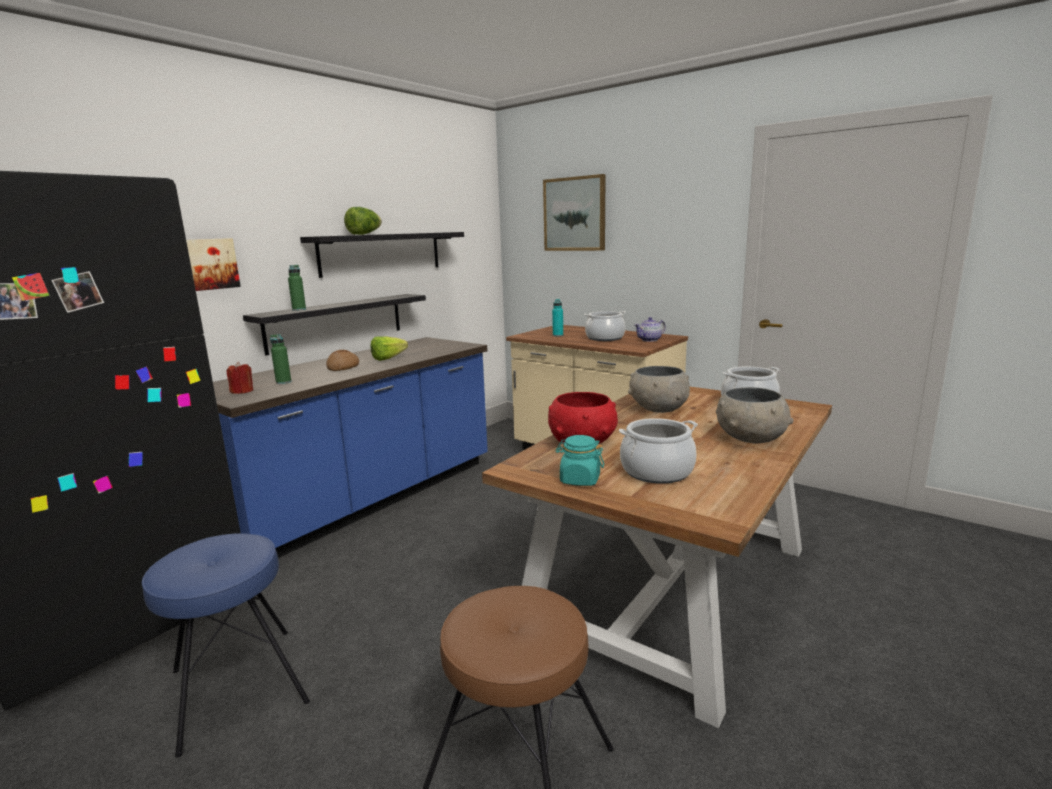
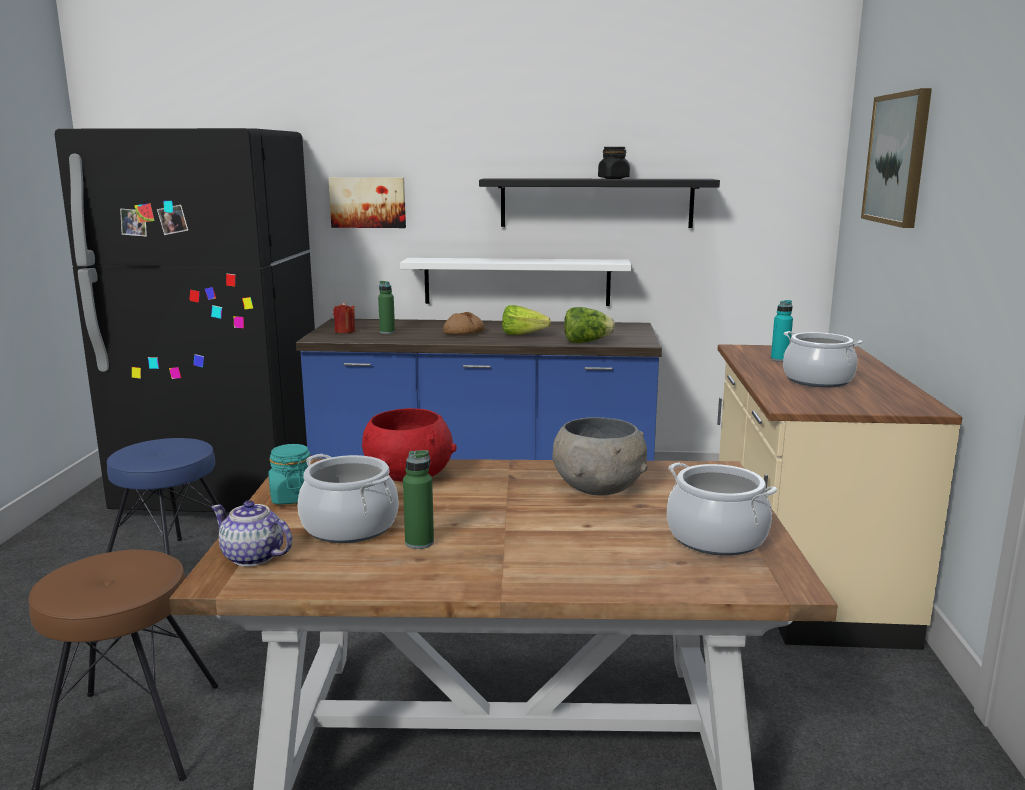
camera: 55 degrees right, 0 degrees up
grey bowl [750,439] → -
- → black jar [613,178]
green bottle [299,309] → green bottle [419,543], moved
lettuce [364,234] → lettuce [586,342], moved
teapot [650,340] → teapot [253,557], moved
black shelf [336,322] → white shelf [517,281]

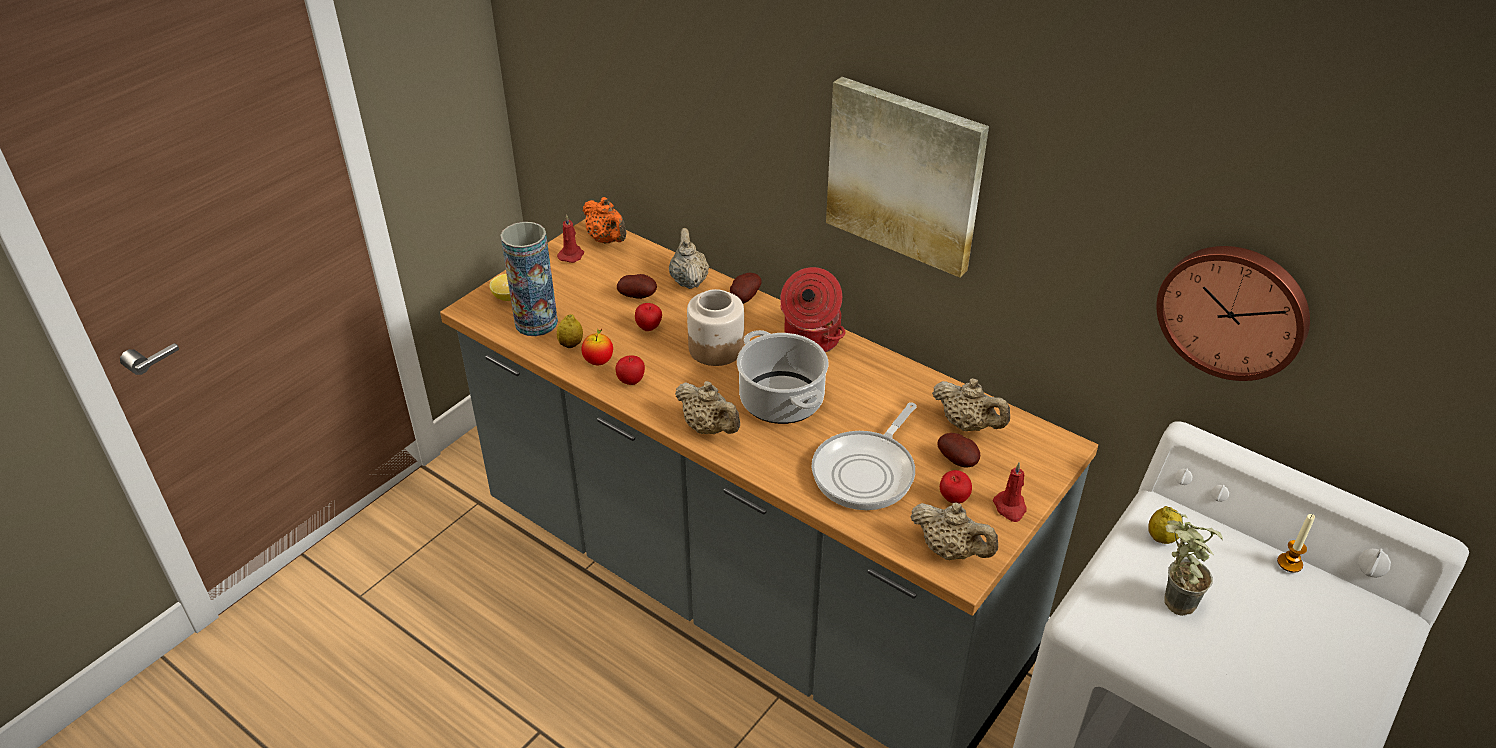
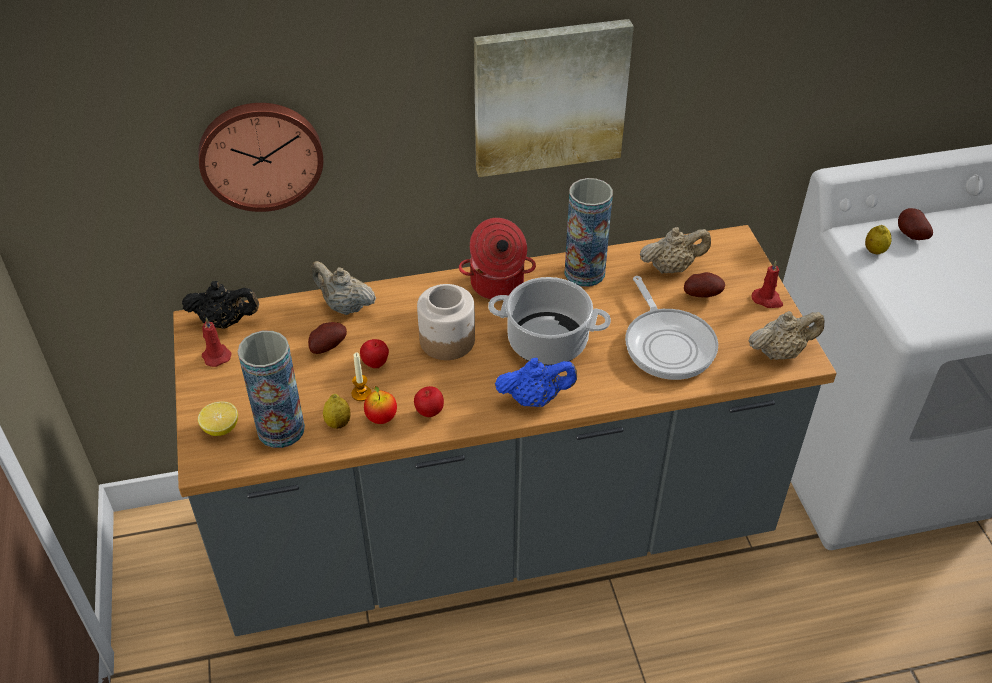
camera: 50 degrees left, 5 degrees up
apple [953,499] → -
potted plant [1169,600] → -
- → vase [584,272]
potato [743,298] → potato [909,235], moved
wall clock [1234,310] → wall clock [260,154], moved
candle [1289,563] → candle [361,394], moved
orange teapot [607,240] → black teapot [225,322]
beige teapot [709,428] → blue teapot [535,399]

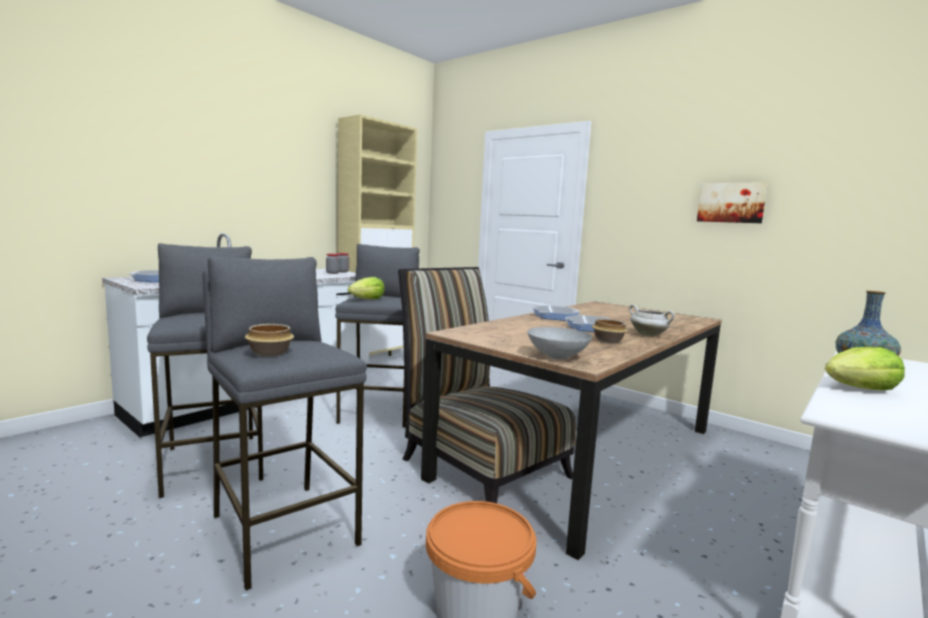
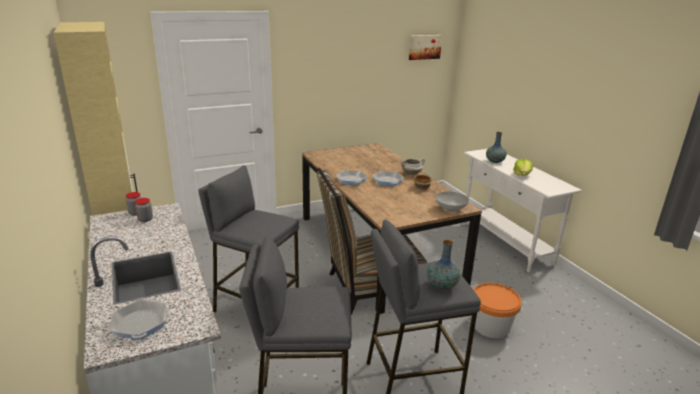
camera: 65 degrees left, 15 degrees up
lettuce [367,299] → -
picture [731,203] → picture [424,47], moved
bowl [269,353] → vase [441,285]

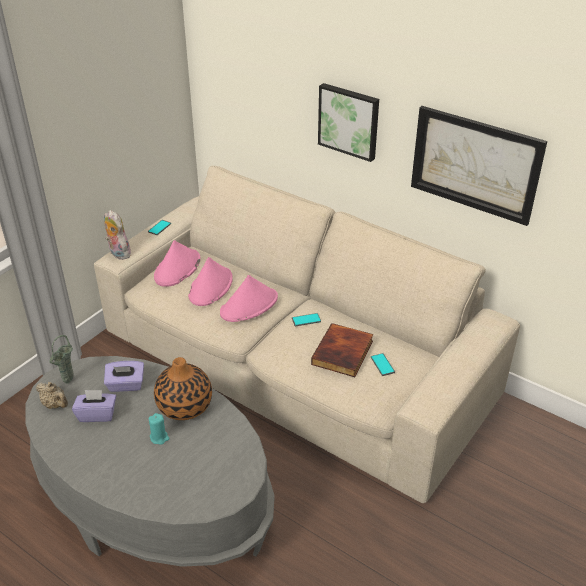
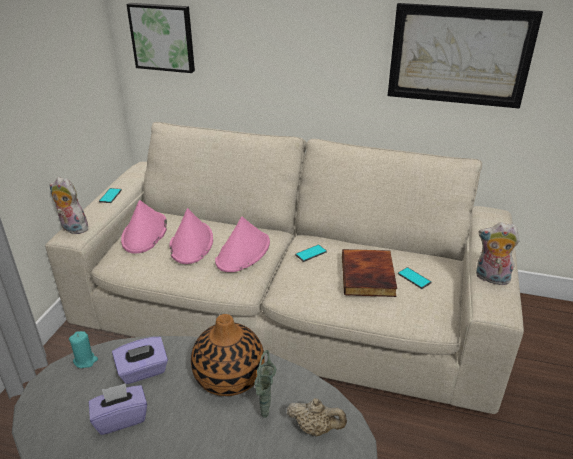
camera: 20 degrees left, 5 degrees down
- → plush toy [491,278]
beige teapot [55,405] → beige teapot [316,428], moved
green vase [68,382] → green vase [265,415], moved
turquoise candle [159,437] → turquoise candle [85,360], moved
picture [349,121] → picture [163,37], moved

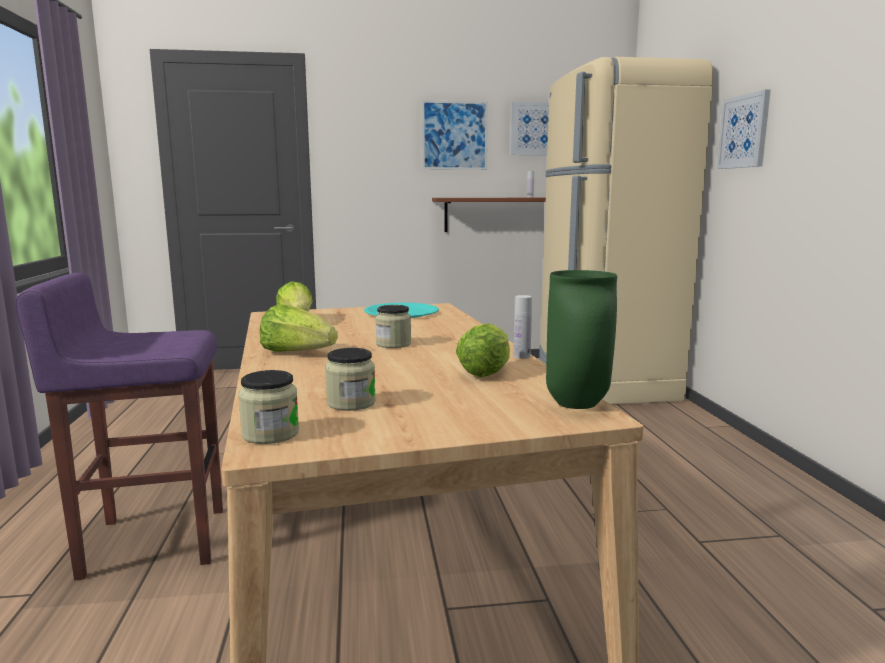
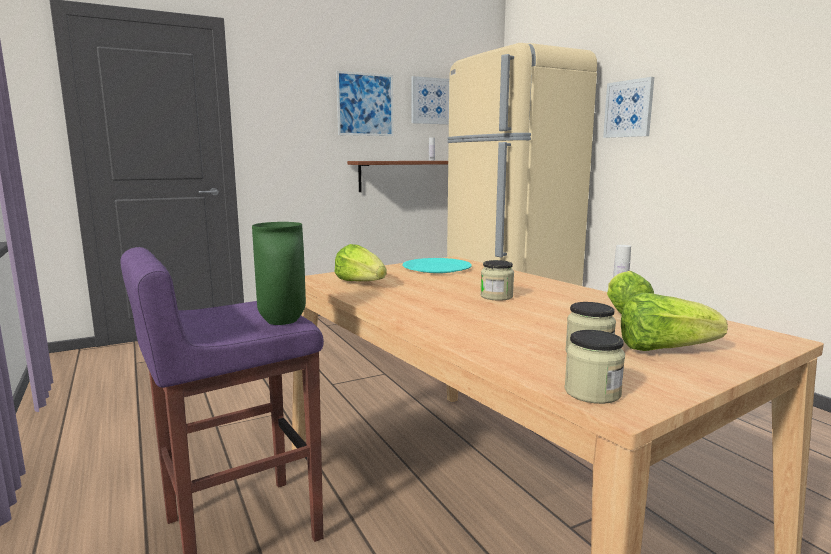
camera: 20 degrees left, 0 degrees up
lettuce [297,353] → lettuce [663,349], moved
green vase [579,404] → green vase [284,321], moved

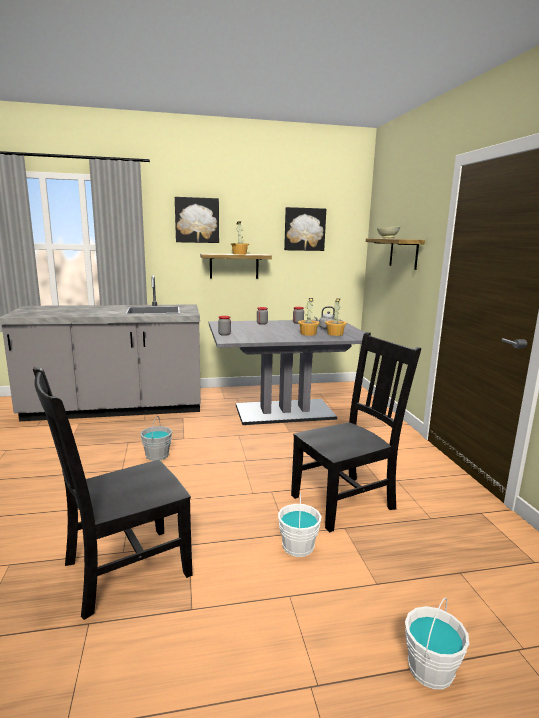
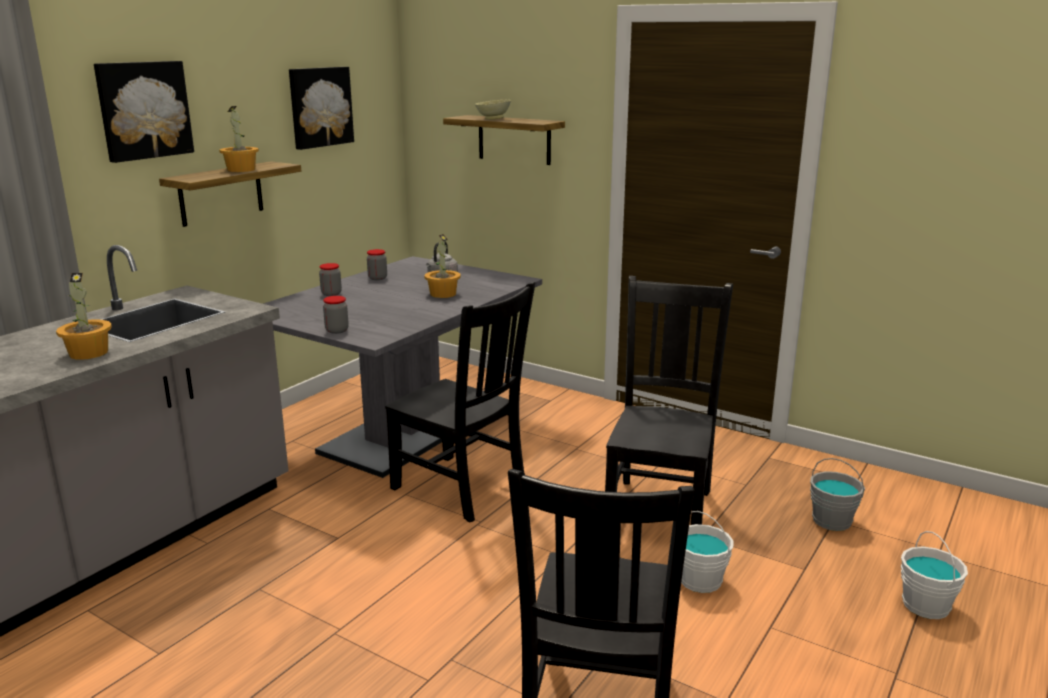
camera: 45 degrees left, 5 degrees up
- → black chair [462,489]
grey bucket [157,455] → grey bucket [832,520], moved
potted plant [335,334] → potted plant [89,353], moved

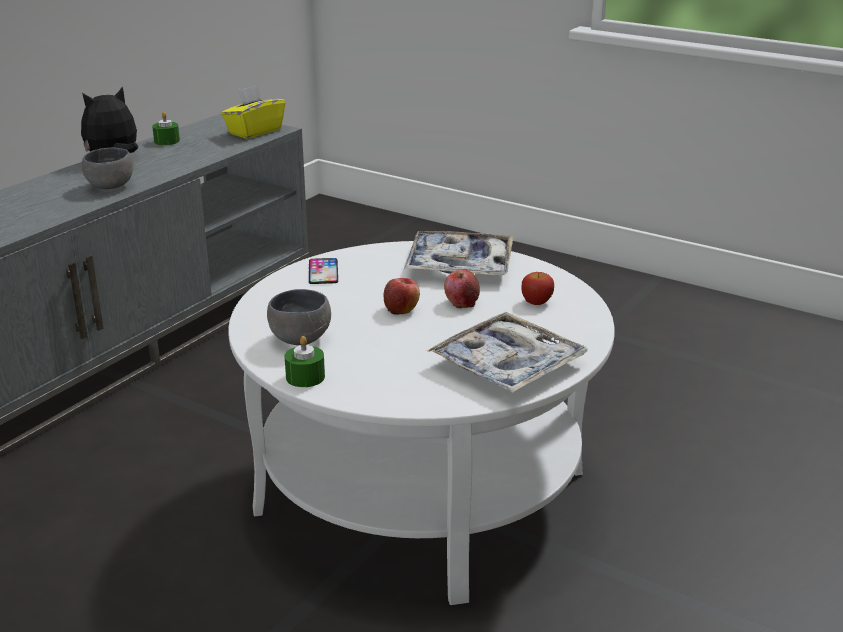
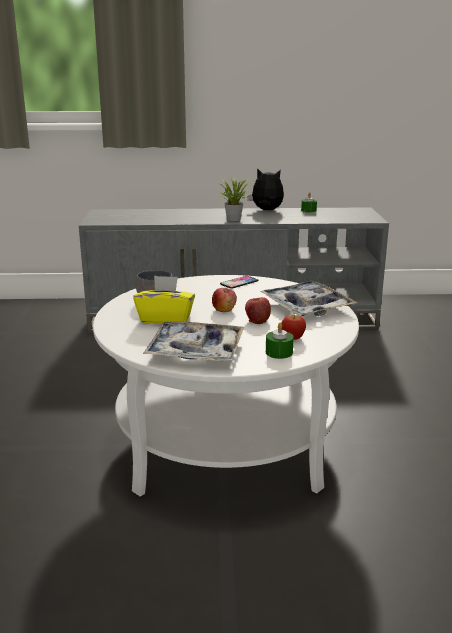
camera: 55 degrees right, 5 degrees down
yellow tissue box [254,131] → yellow tissue box [166,319], moved
green candle [305,377] → green candle [279,352], moved
grey bowl [109,187] → potted plant [234,219]

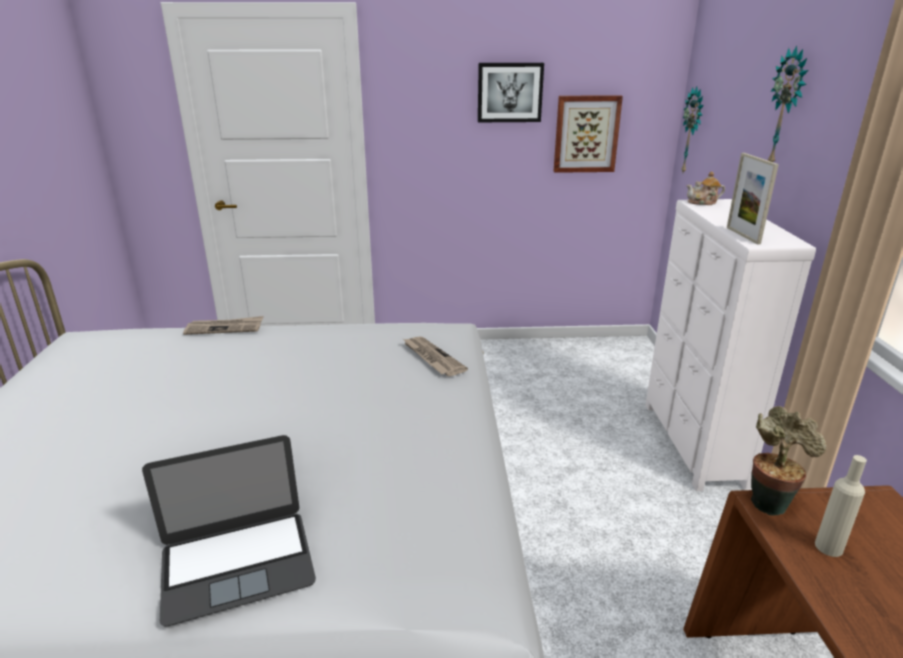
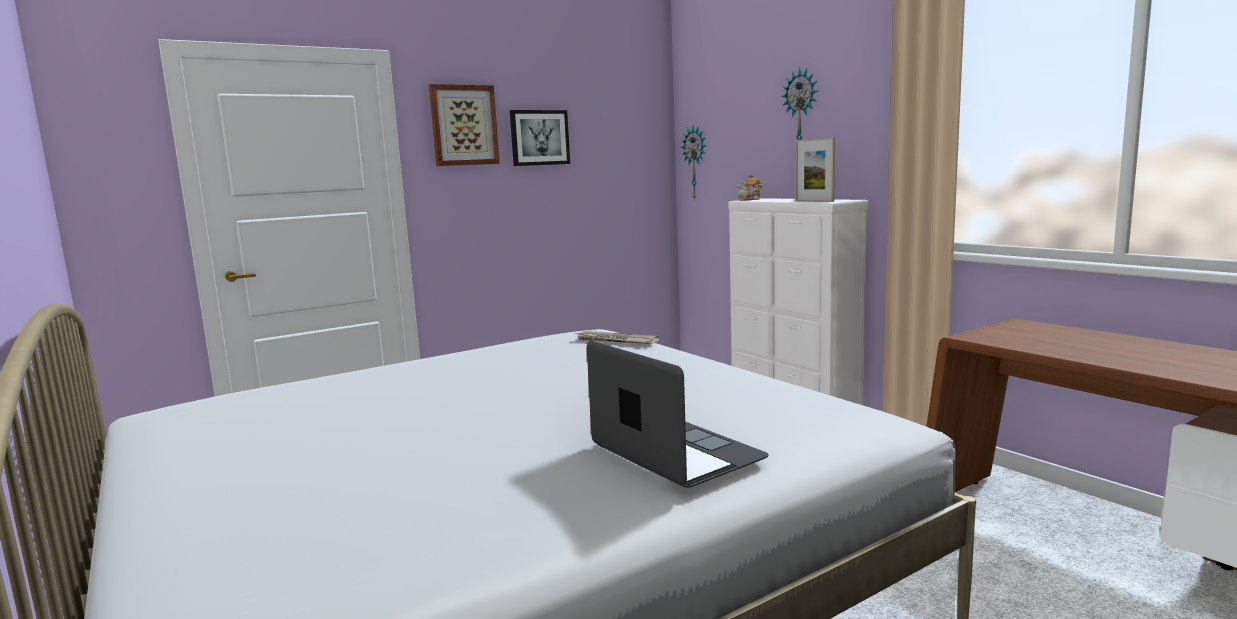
camera: 30 degrees left, 15 degrees down
newspaper [225,328] → -
potted plant [769,501] → -
beige bottle [828,547] → -
picture [586,134] → picture [464,125], moved
laptop [237,564] → laptop [676,452], 75 degrees counterclockwise

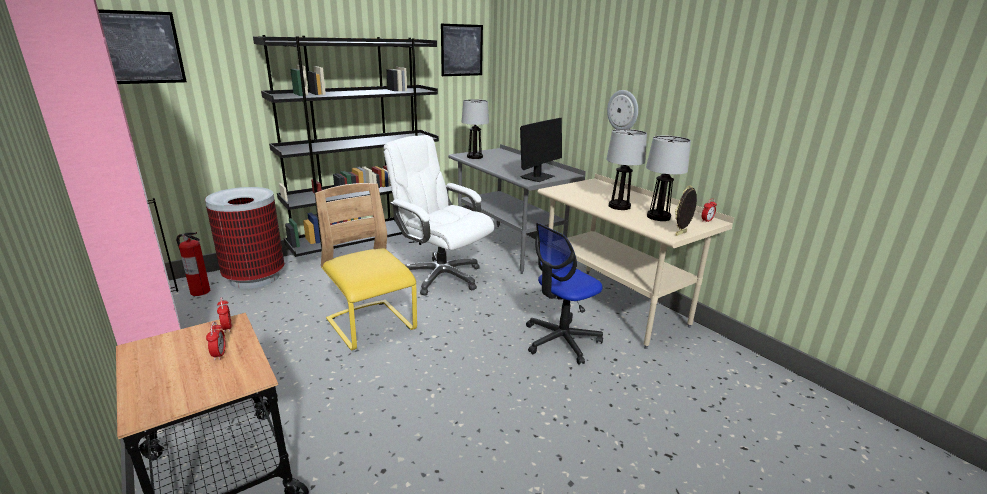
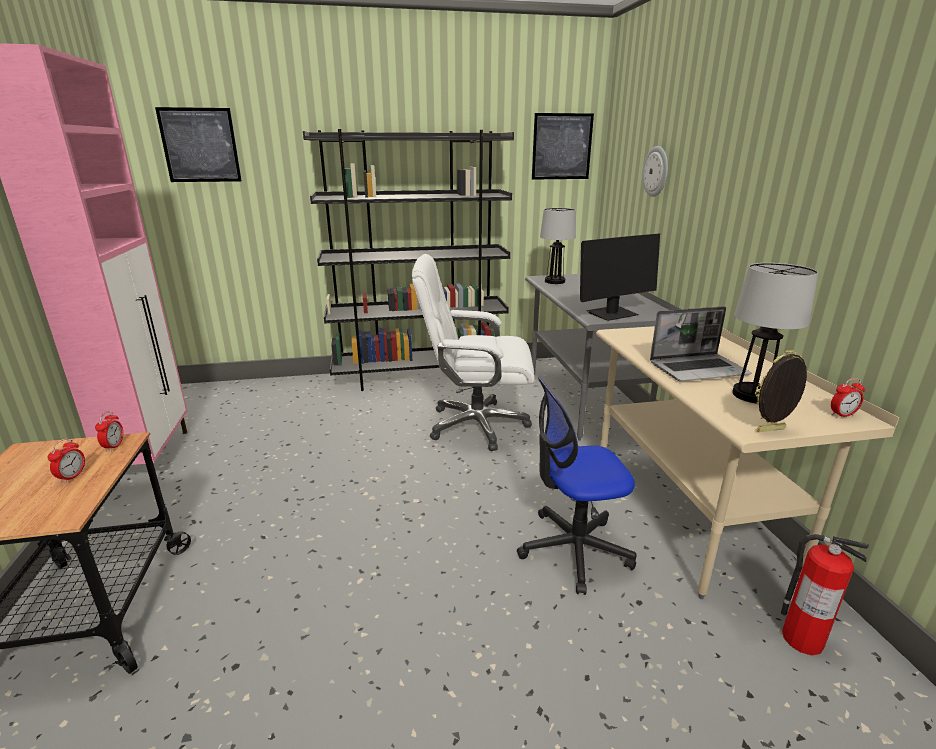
camera: 25 degrees right, 0 degrees up
trash can [255,277] → -
yellow chair [371,326] → -
fire extinguisher [200,291] → fire extinguisher [801,638], moved
wall clock [623,110] → wall clock [656,171], moved
table lamp [619,206] → laptop [698,369]
white office chair [441,276] → white office chair [476,425], 60 degrees counterclockwise

